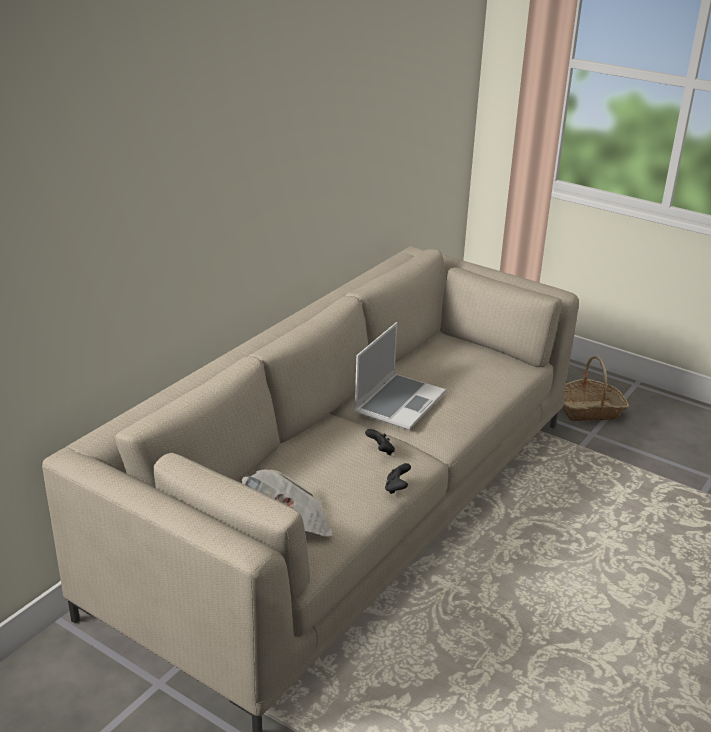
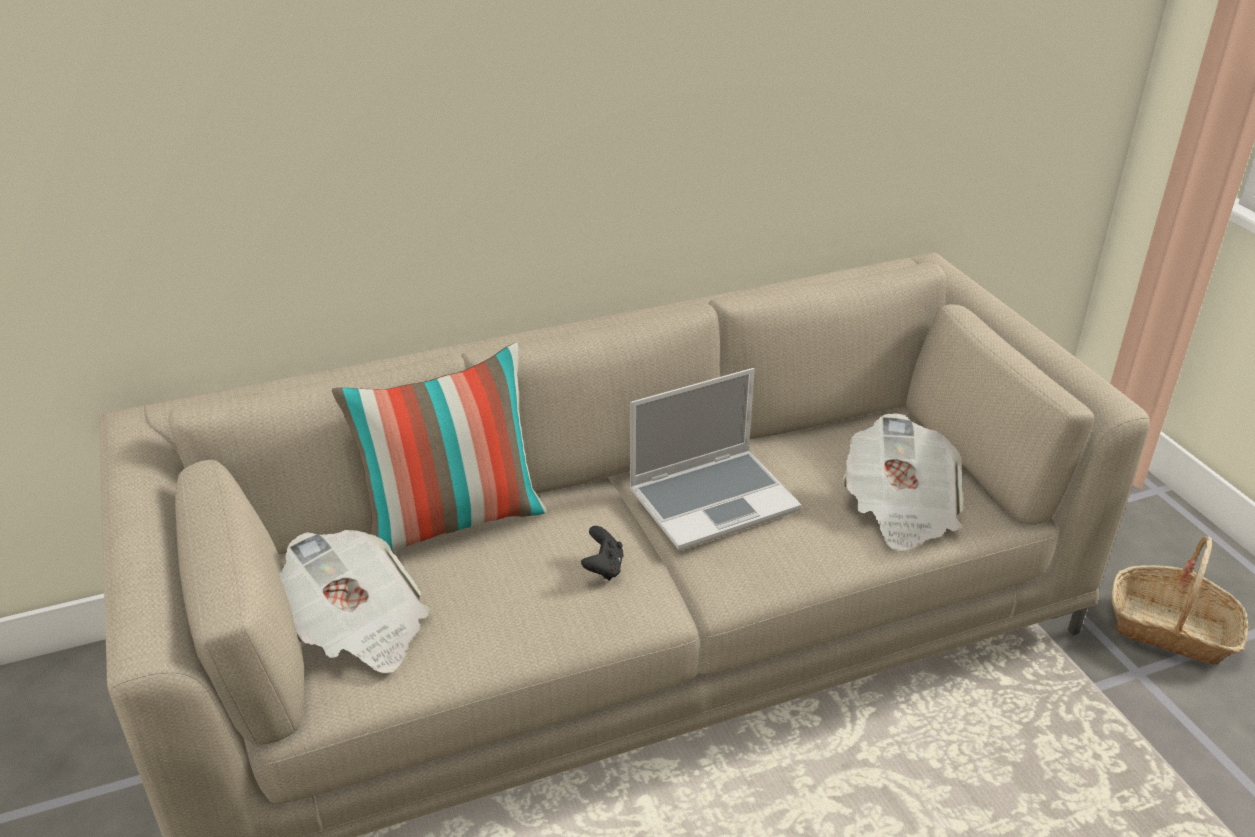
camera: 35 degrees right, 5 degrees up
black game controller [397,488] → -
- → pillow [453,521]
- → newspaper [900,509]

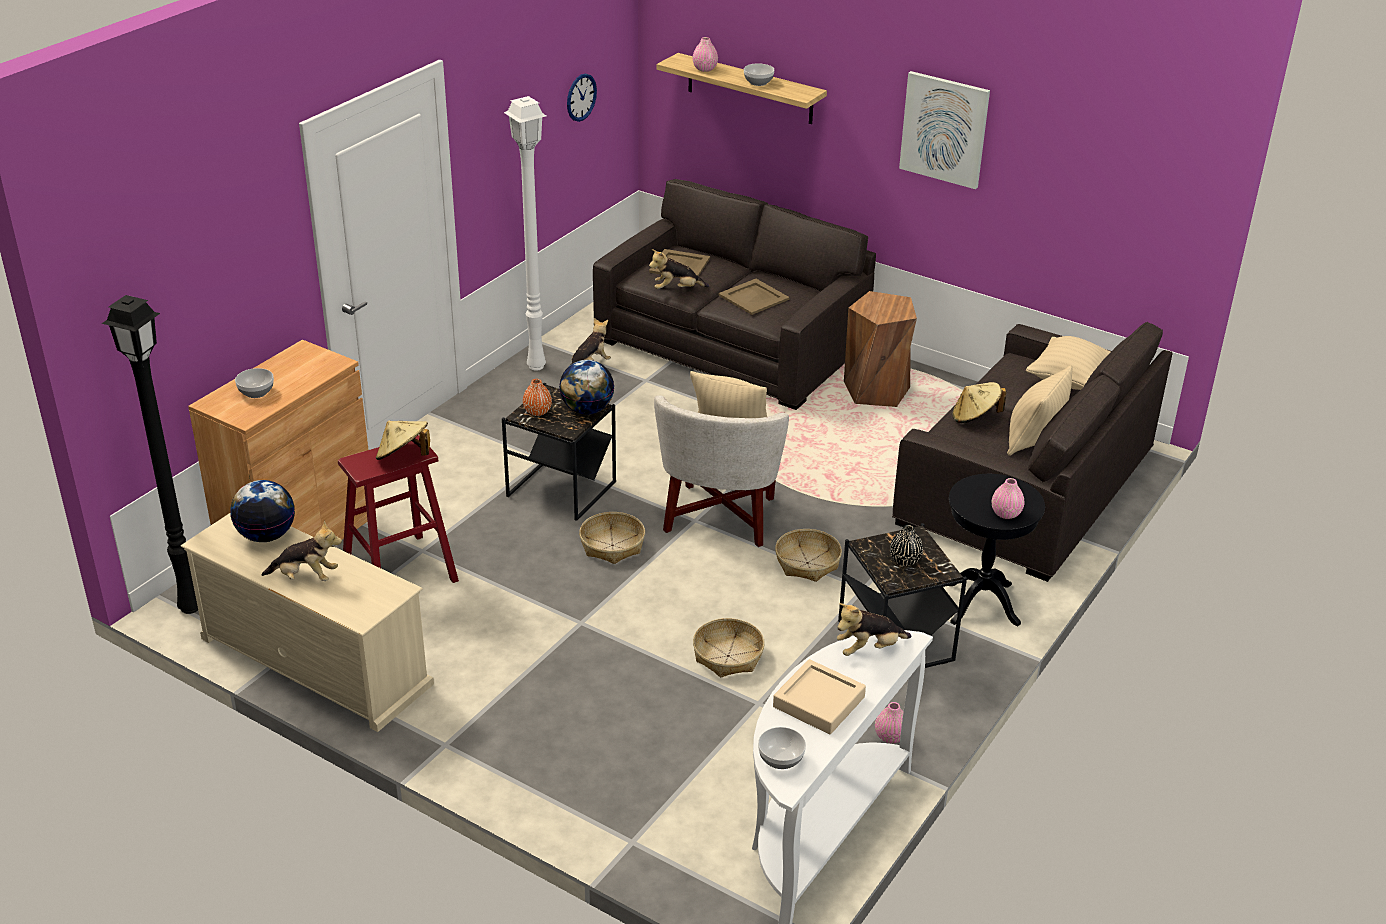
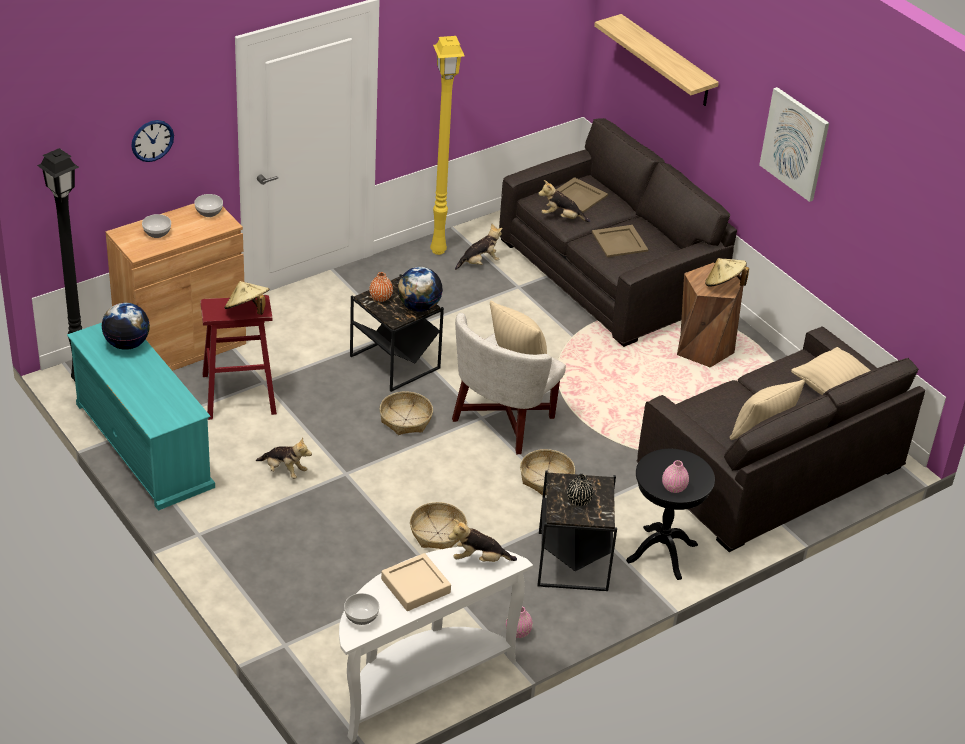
camera: 20 degrees right, 5 degrees up
pink vase [705,69] → -
plush toy [305,577] → plush toy [284,471], moved
wall clock [581,97] → wall clock [152,140], moved
bowl [758,82] → bowl [208,212], moved
beige hat [975,417] → beige hat [724,285], moved
beige tv stand [313,661] → turquoise tv stand [142,444]
white floor lamp [536,365] → yellow floor lamp [439,250]

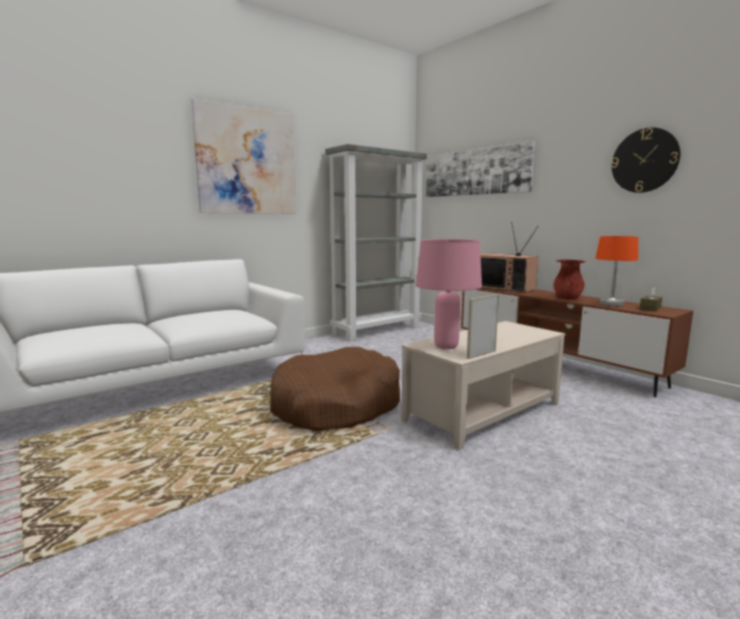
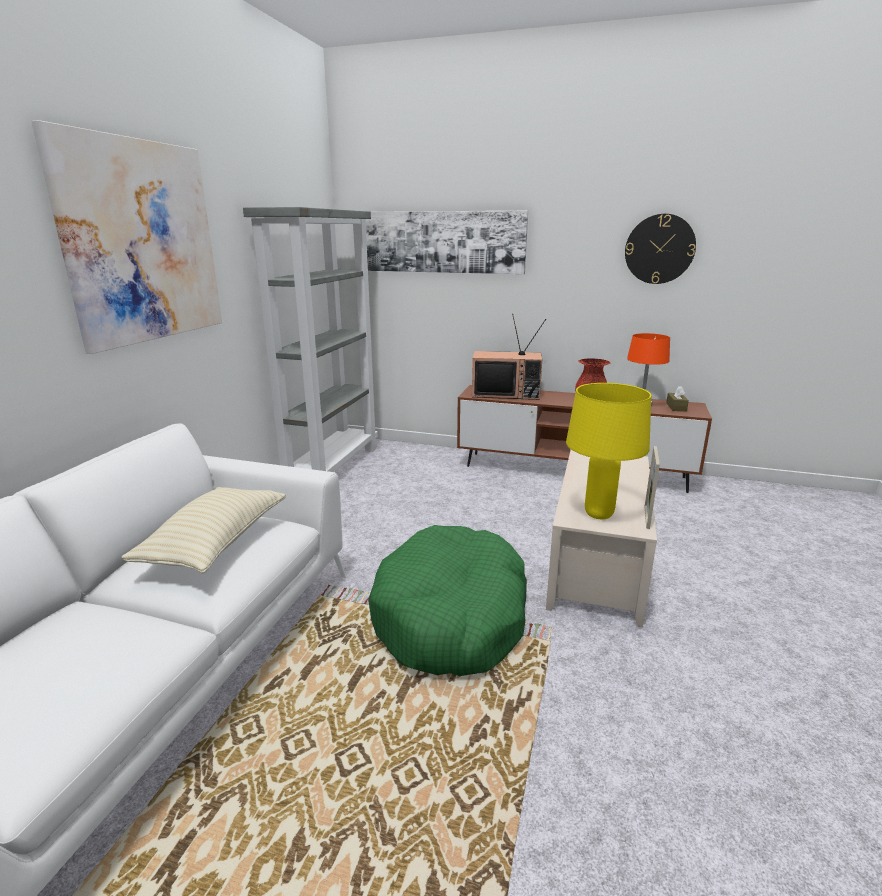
camera: 35 degrees left, 10 degrees up
- → beige pillow [215,543]
brown dog bed [336,405] → green dog bed [451,616]
pink table lamp [446,347] → yellow table lamp [599,514]

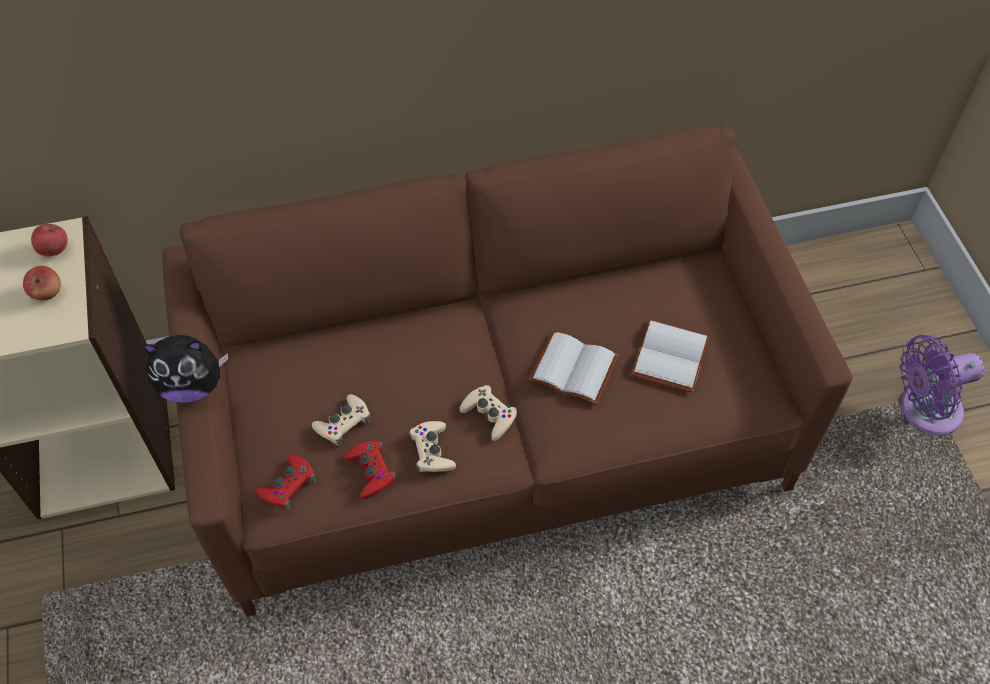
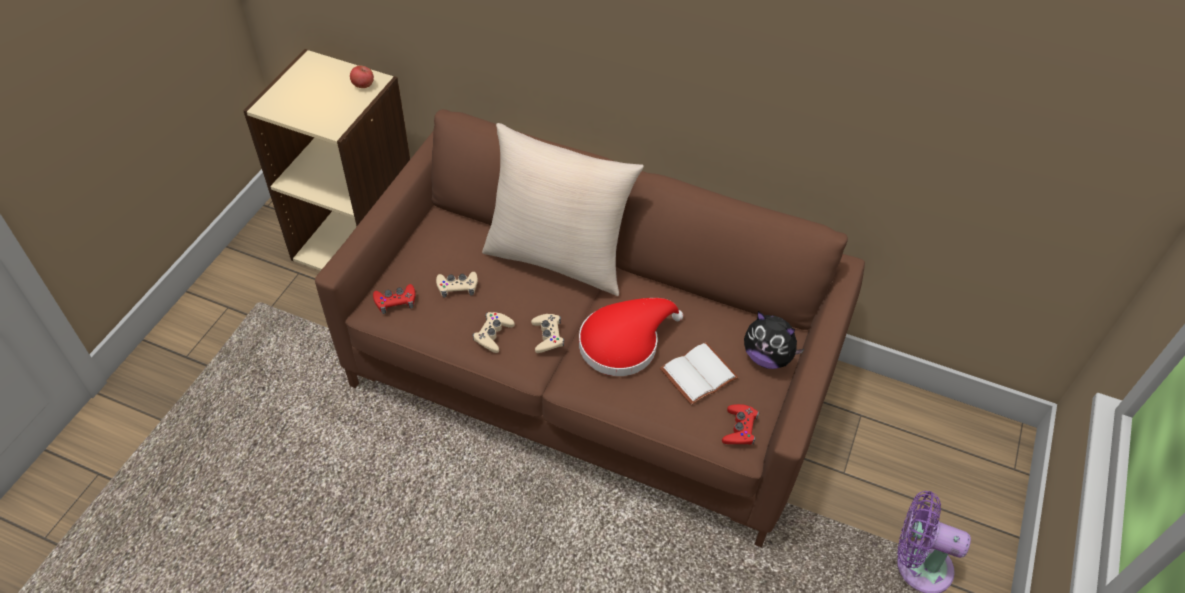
camera: 35 degrees right, 5 degrees down
apple [47,293] → -
- → beige pillow [558,258]
plush toy [192,386] → plush toy [767,357], moved
red game controller [371,471] → red game controller [739,428], moved
white book [571,370] → red hat [624,342]

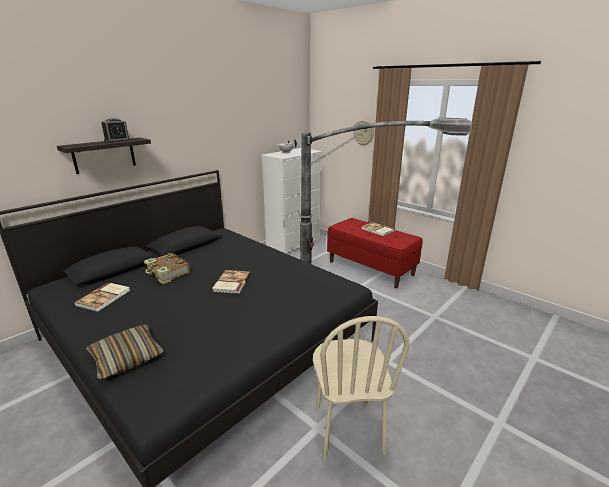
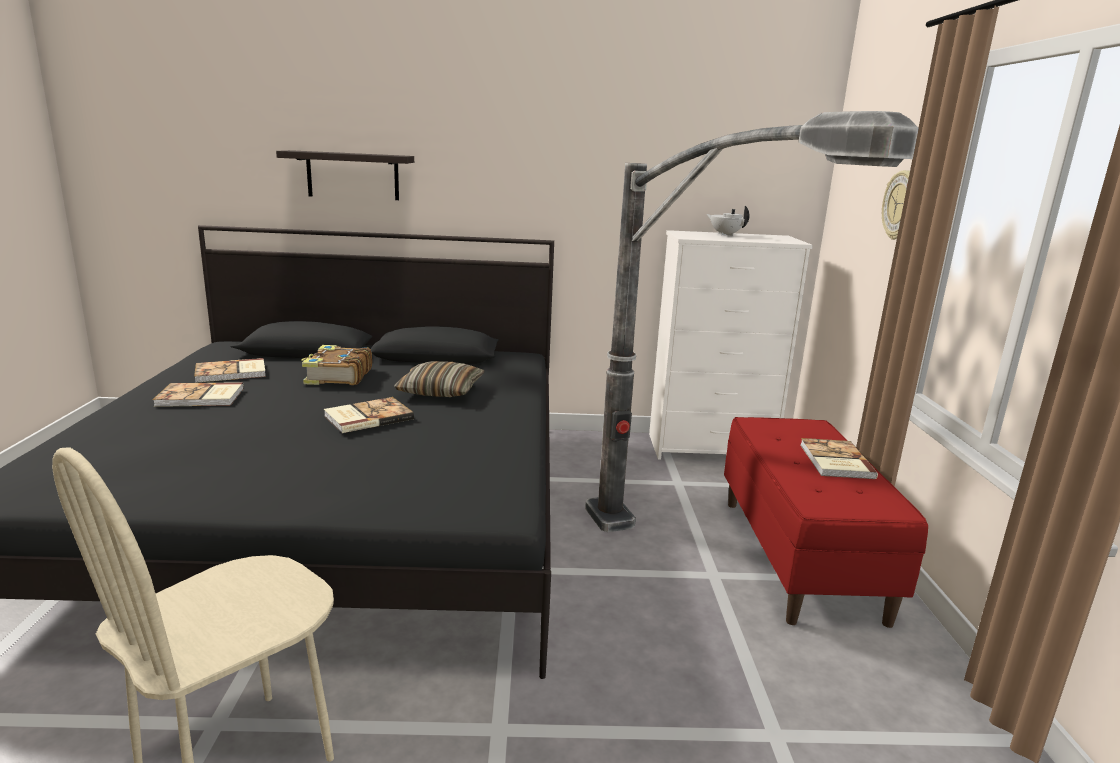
camera: 45 degrees right, 5 degrees down
alarm clock [117,141] → -
- → book [200,397]
pillow [127,358] → pillow [440,391], moved

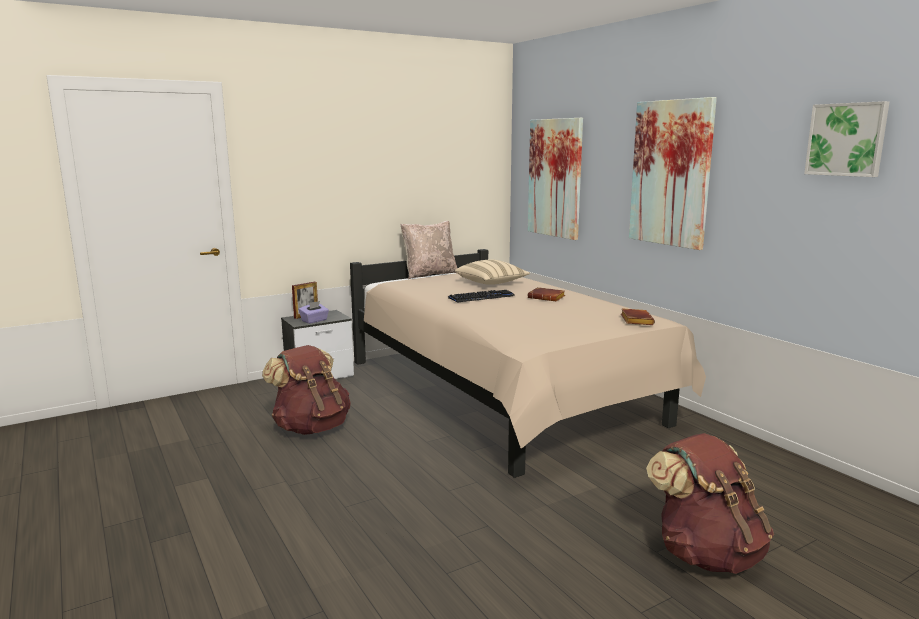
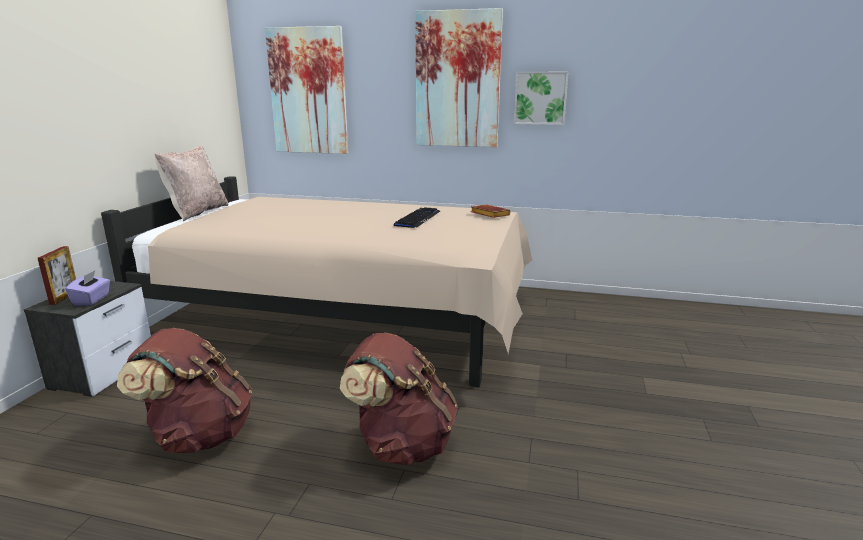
camera: 45 degrees left, 5 degrees up
beige pillow [491,283] → -
brown book [547,298] → -
keyboard [481,297] → keyboard [418,219], moved
brown backpack [705,553] → brown backpack [401,444], moved
picture [847,139] → picture [540,98], moved

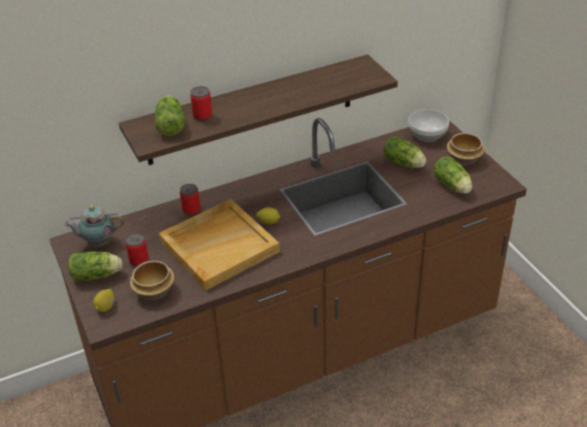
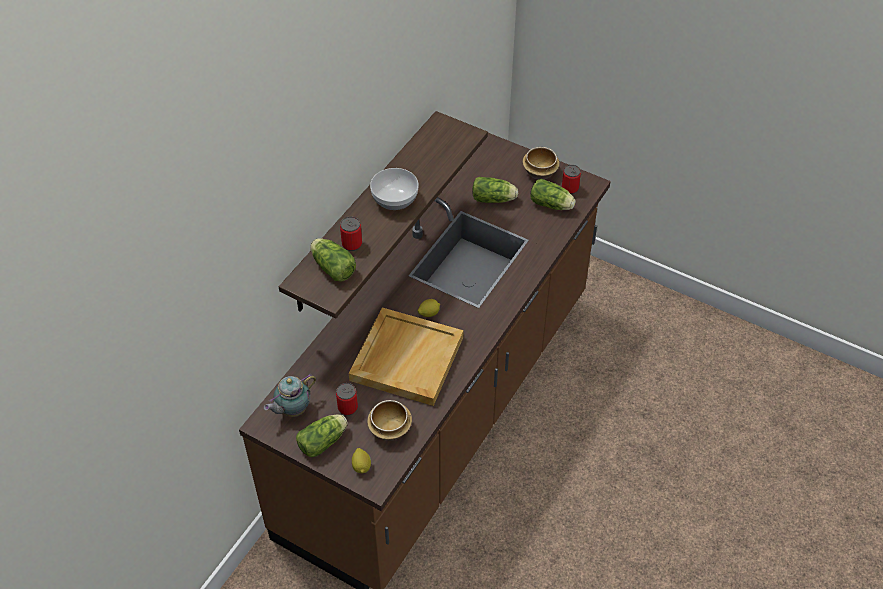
camera: 35 degrees left, 10 degrees up
can [191,210] → can [570,188], moved
bowl [426,135] → bowl [394,200], moved

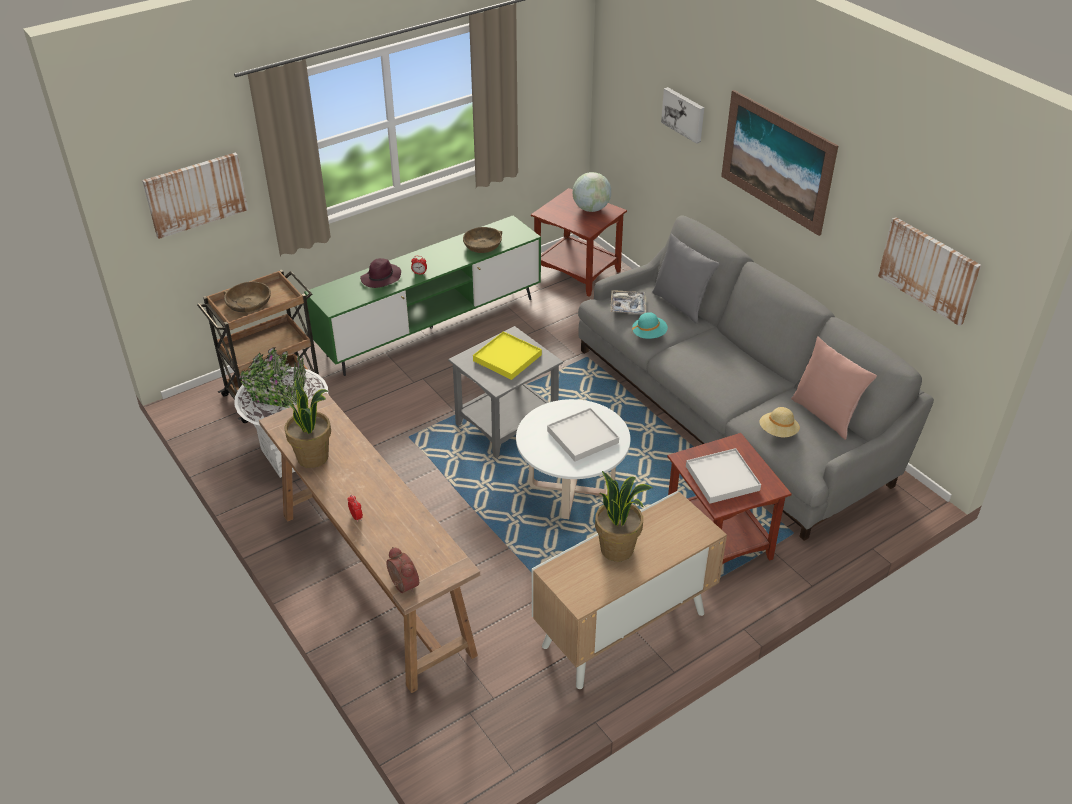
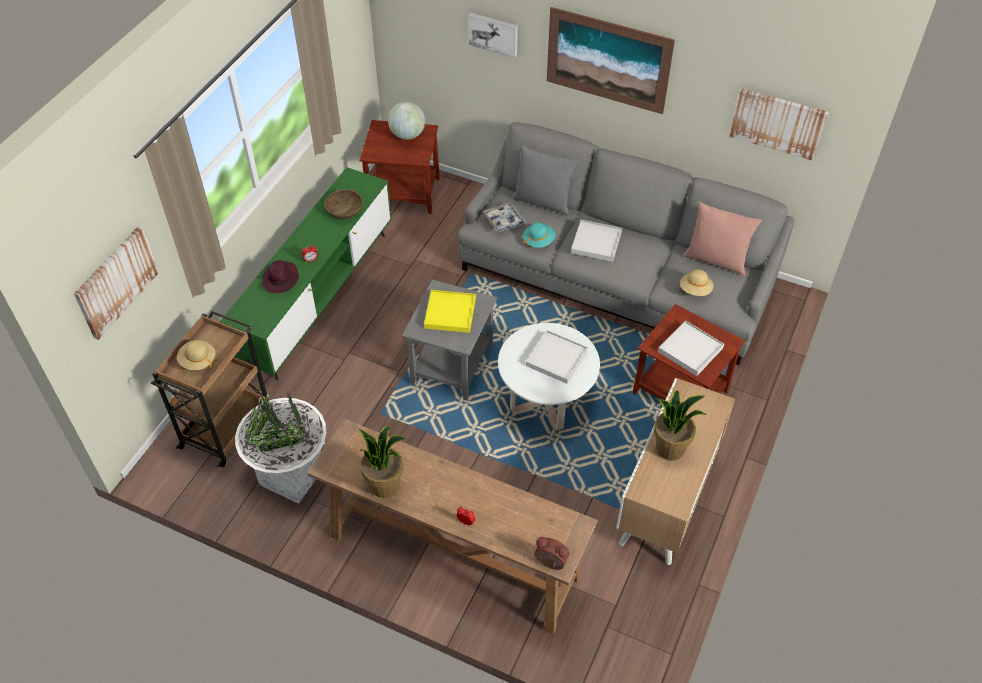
camera: 30 degrees left, 10 degrees up
- → white tray [596,242]
brown bowl [248,304] → beige hat [198,361]

